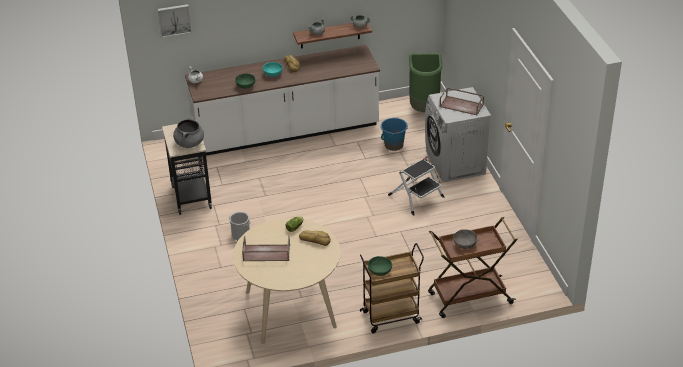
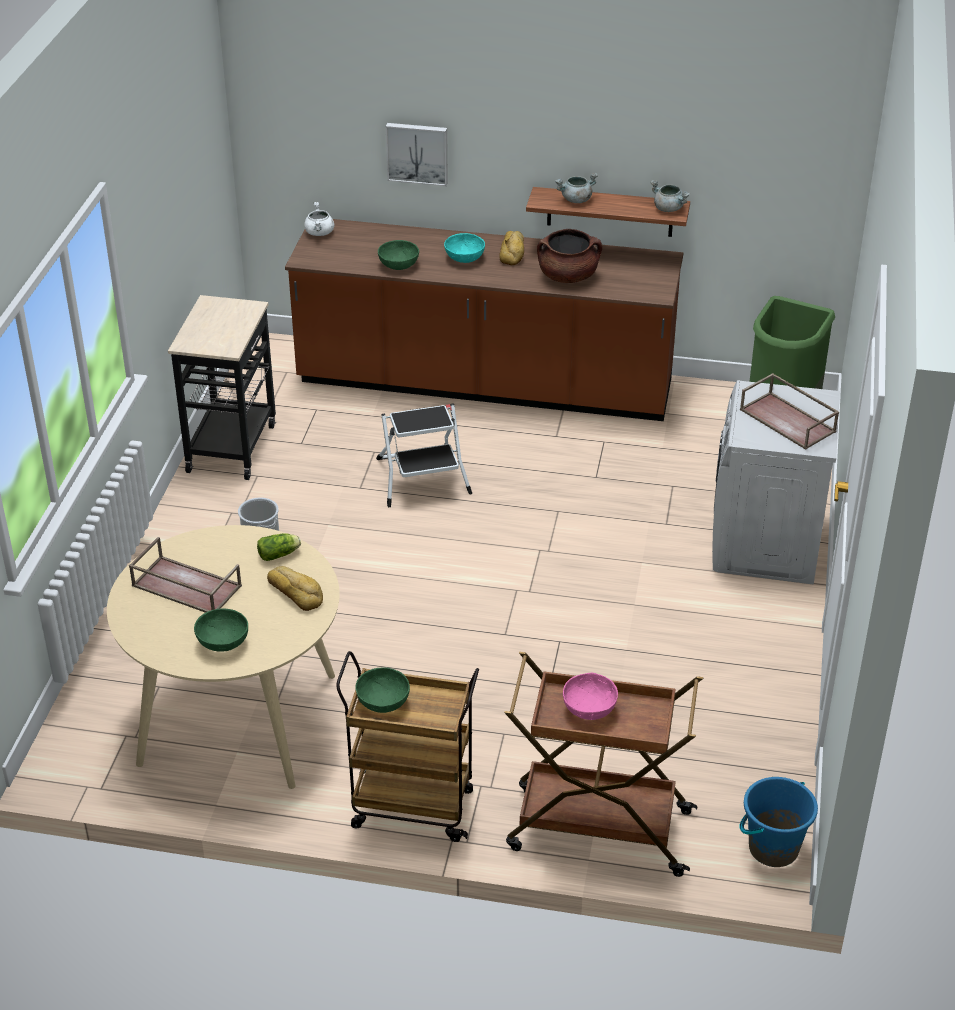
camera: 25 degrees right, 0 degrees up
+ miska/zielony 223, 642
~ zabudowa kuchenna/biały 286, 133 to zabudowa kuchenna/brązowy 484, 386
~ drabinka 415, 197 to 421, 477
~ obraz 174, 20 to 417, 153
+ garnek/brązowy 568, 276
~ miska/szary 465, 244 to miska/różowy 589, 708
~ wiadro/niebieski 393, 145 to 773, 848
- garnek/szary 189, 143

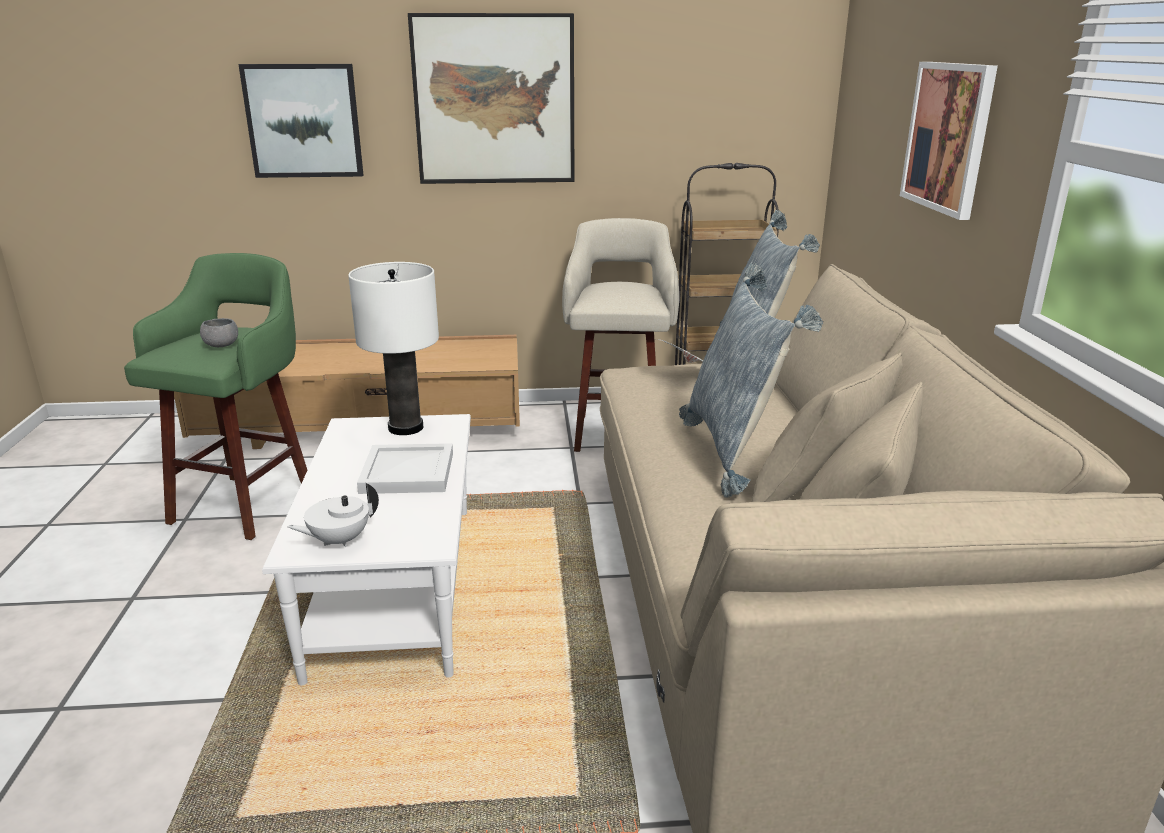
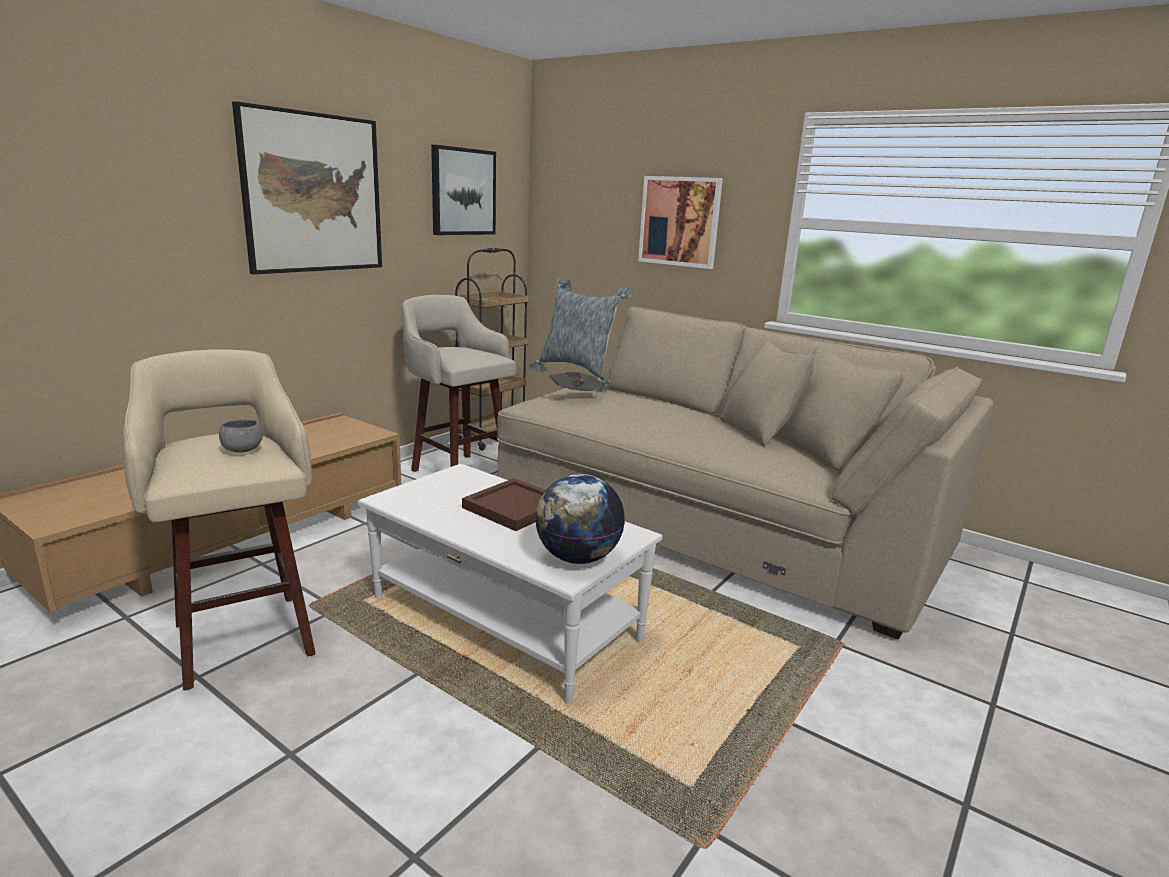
camera: 50 degrees left, 5 degrees down
~ stołek/zielony 247, 504 to stołek/beżowy 243, 635
~ obraz 304, 121 to 463, 192
~ taca/biały 409, 473 to taca/brązowy 516, 507
~ imbryk/biały 339, 540 to globus 577, 558
- lampa stołowa/biały 406, 427
- poduszka 736, 459

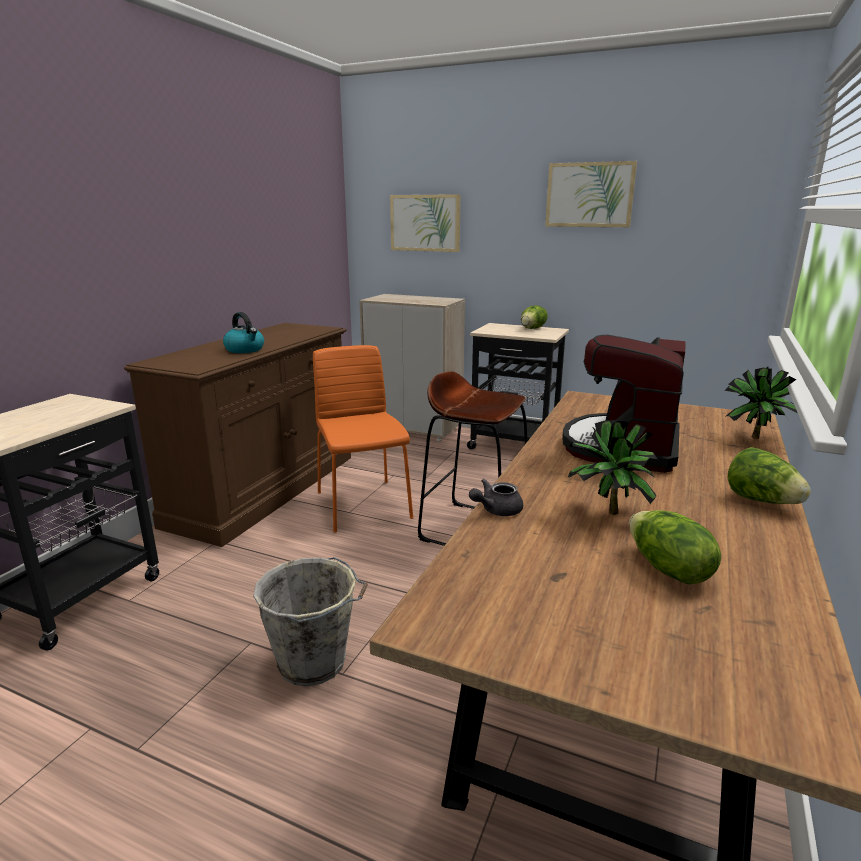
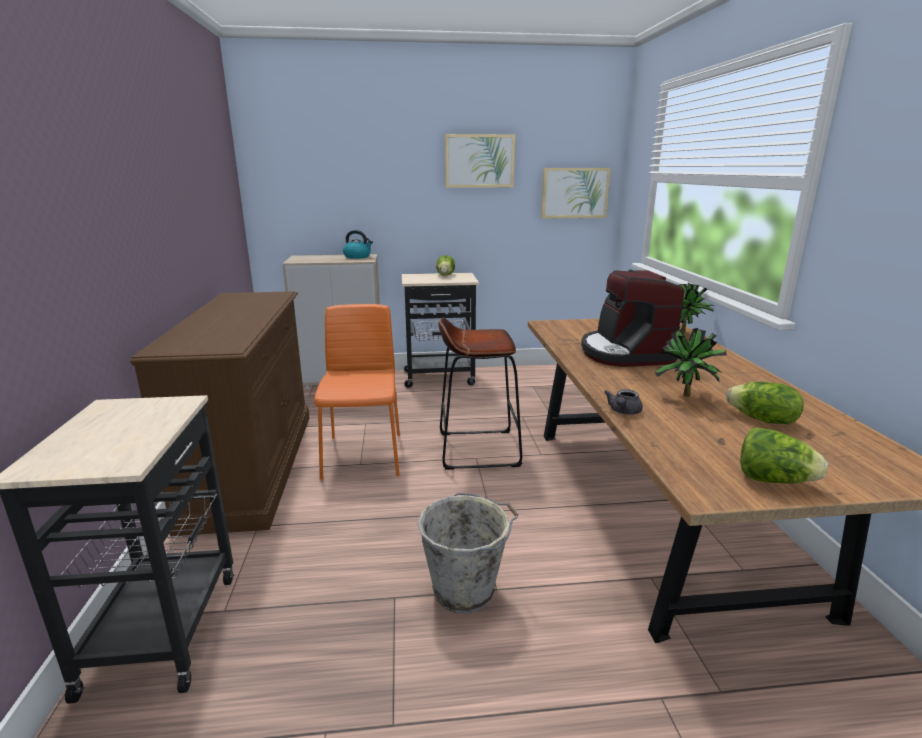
camera: 30 degrees left, 0 degrees up
~ krzesło/pomarańczowy 361, 503 = 363, 453 45 degrees clockwise
~ czajnik 245, 350 to 358, 256
~ obraz 425, 223 to 574, 193
~ sałata 762, 501 to 773, 480

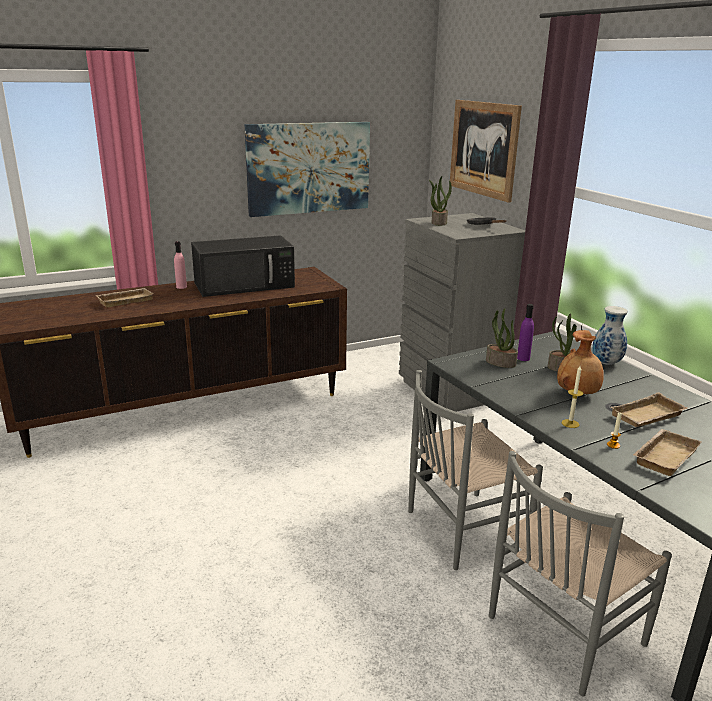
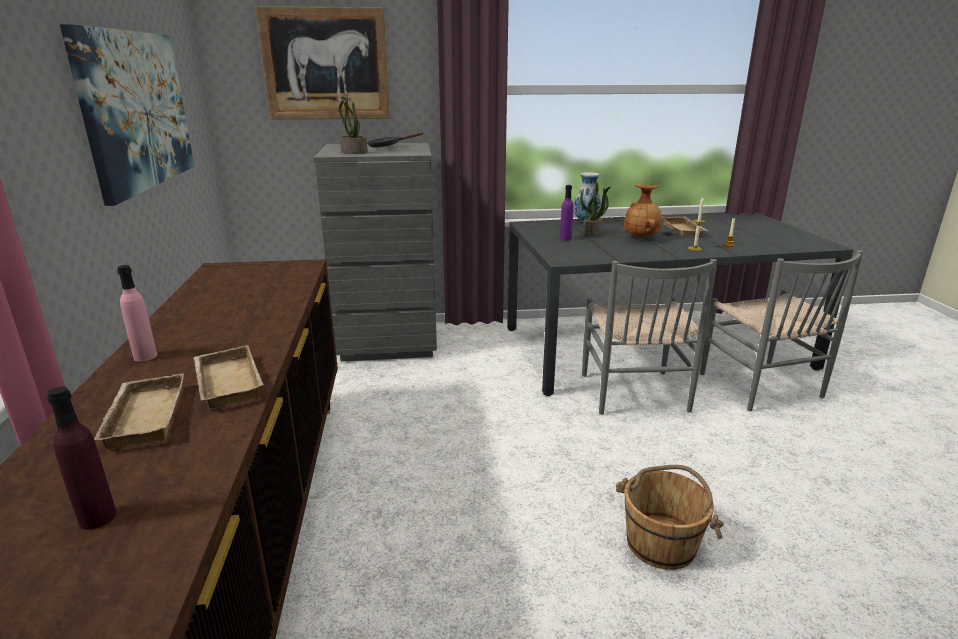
camera: 70 degrees left, 0 degrees up
+ butelka/fioletowy 97, 517
~ taca/beżowy 664, 455 to 225, 383
+ wiadro/brązowy 661, 543
- mikrofalówka/czarny 245, 284
- roślina doniczkowa 500, 363

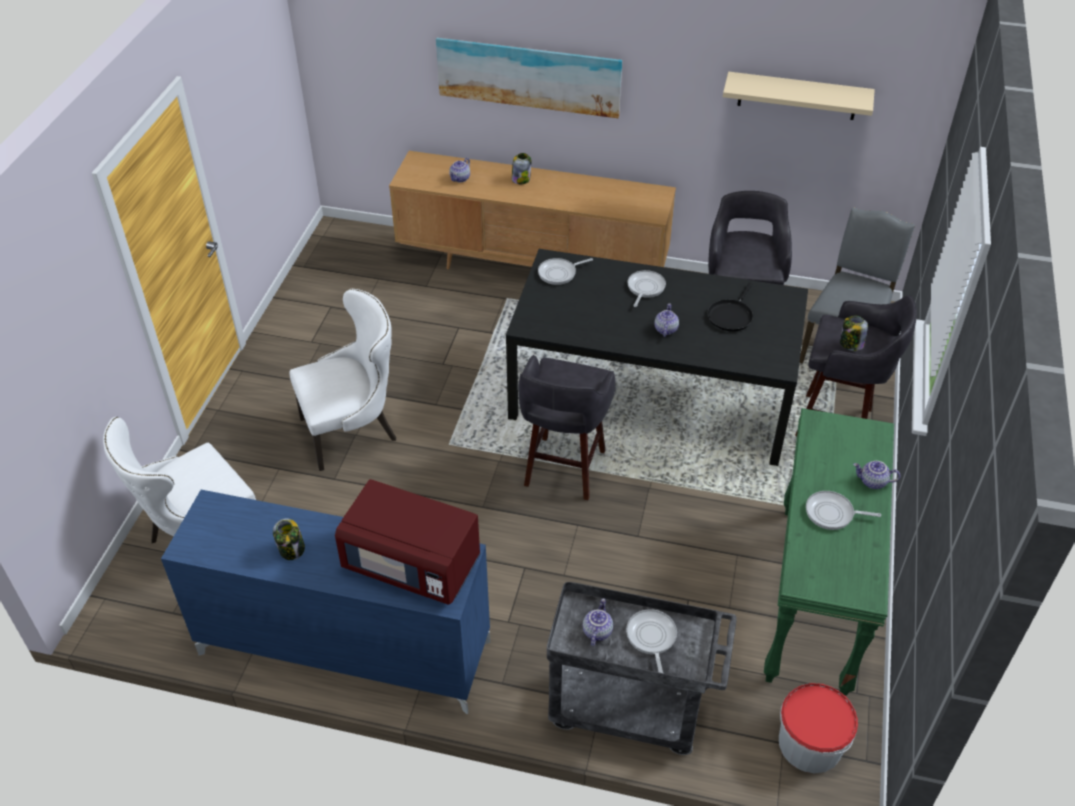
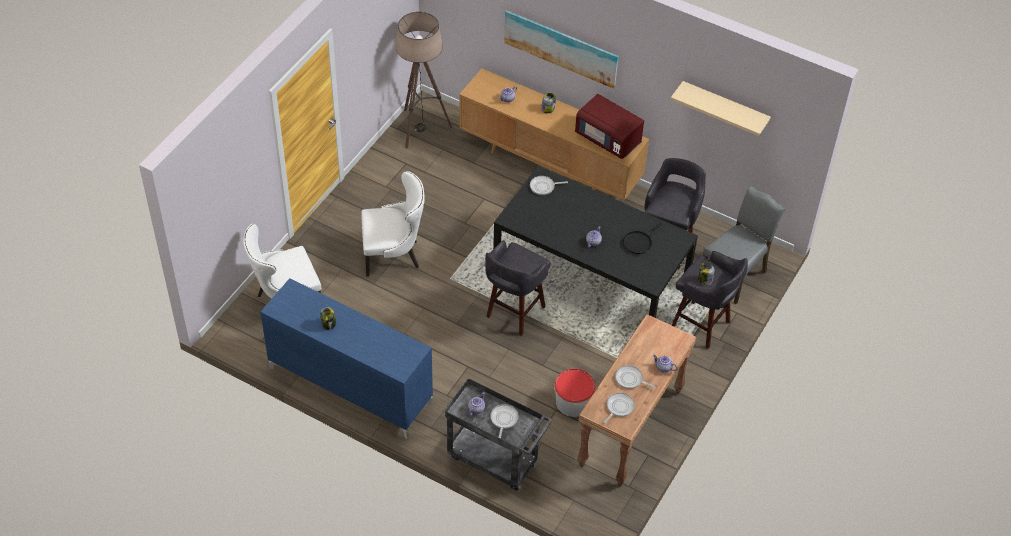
camera: 15 degrees right, 5 degrees up
+ lampa stojąca 421, 128
~ wiadro 810, 744 to 573, 402
~ mikrofalówka/czerwony 412, 564 to 608, 139
~ stolik konsolowy/zielony 814, 599 to stolik konsolowy/brązowy 631, 429
~ patelnia 645, 288 to 619, 407

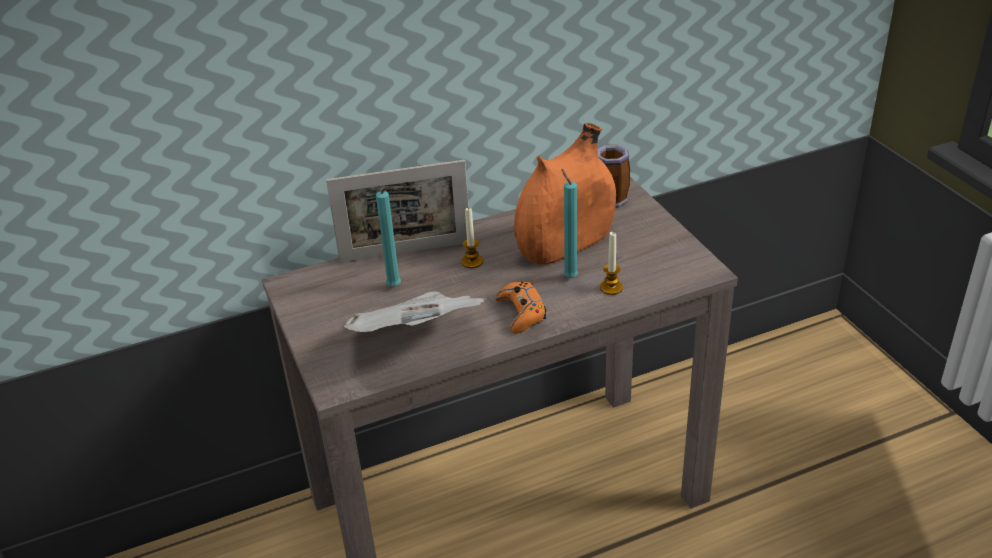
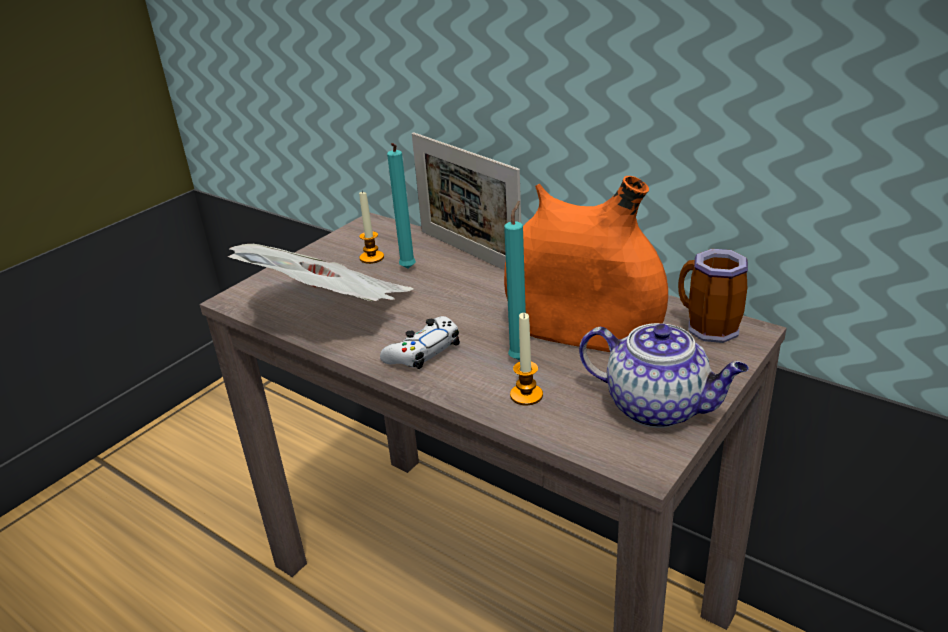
camera: 60 degrees right, 5 degrees down
~ świeca 472, 262 to 372, 258
~ pad do gier/pomarańczowy 521, 313 to pad do gier/biały 423, 352
+ imbryk 658, 407

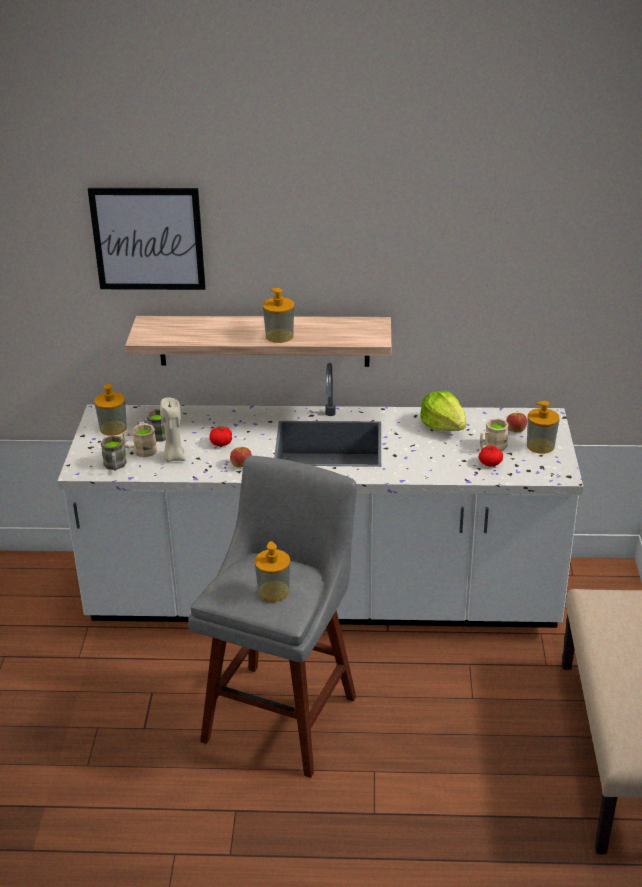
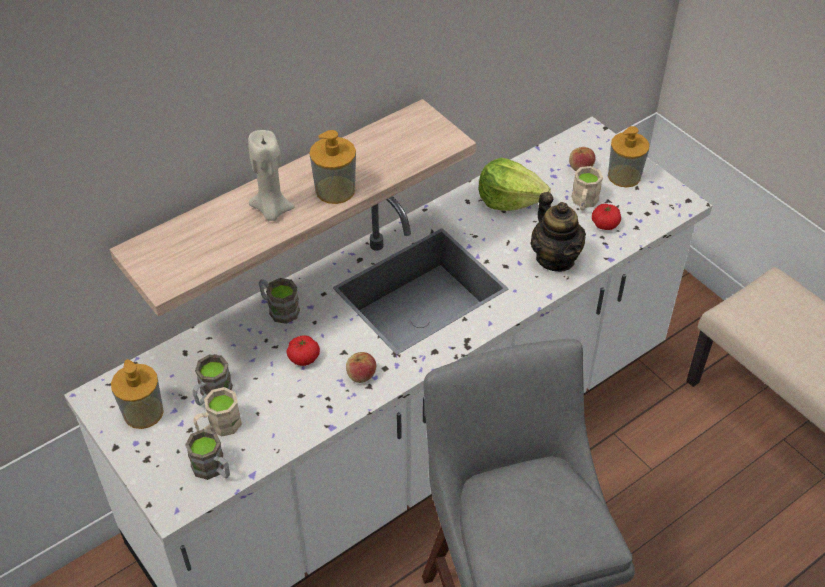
camera: 40 degrees left, 15 degrees up
~ świeca/beżowy 174, 457 to 271, 211
+ kubek/brązowy 279, 309
+ imbryk 555, 258
- obraz 148, 239
- dozownik mydła 273, 591

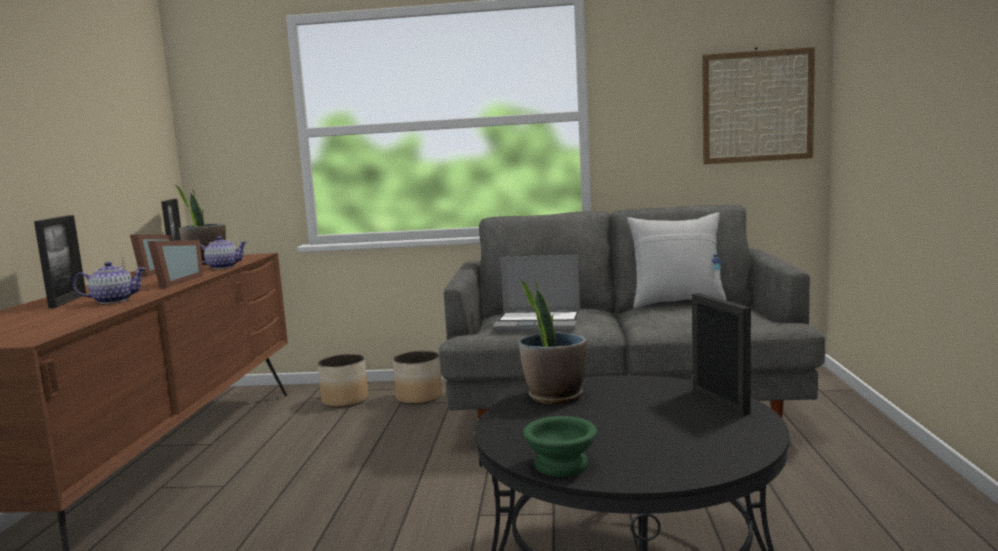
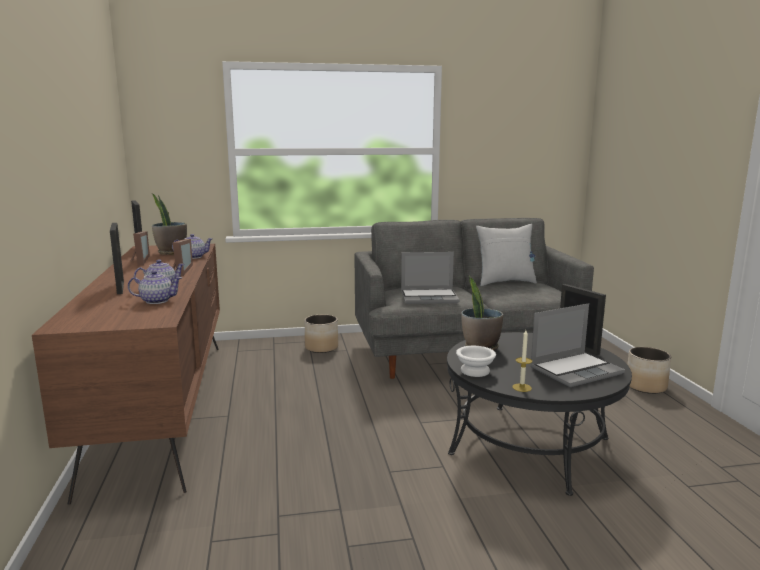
camera: 15 degrees left, 5 degrees up
+ imbryk 156, 301
+ miska/biały 475, 370
~ miska/zielony 559, 464 to świeca 522, 387
+ laptop 576, 370
~ donica 345, 400 to 646, 386
- obraz 757, 104

